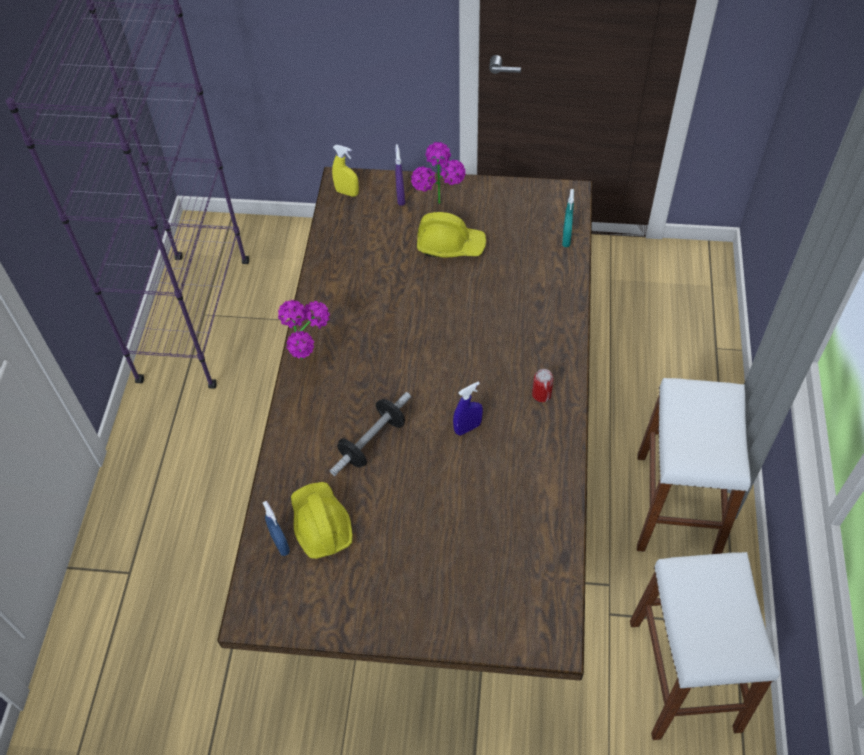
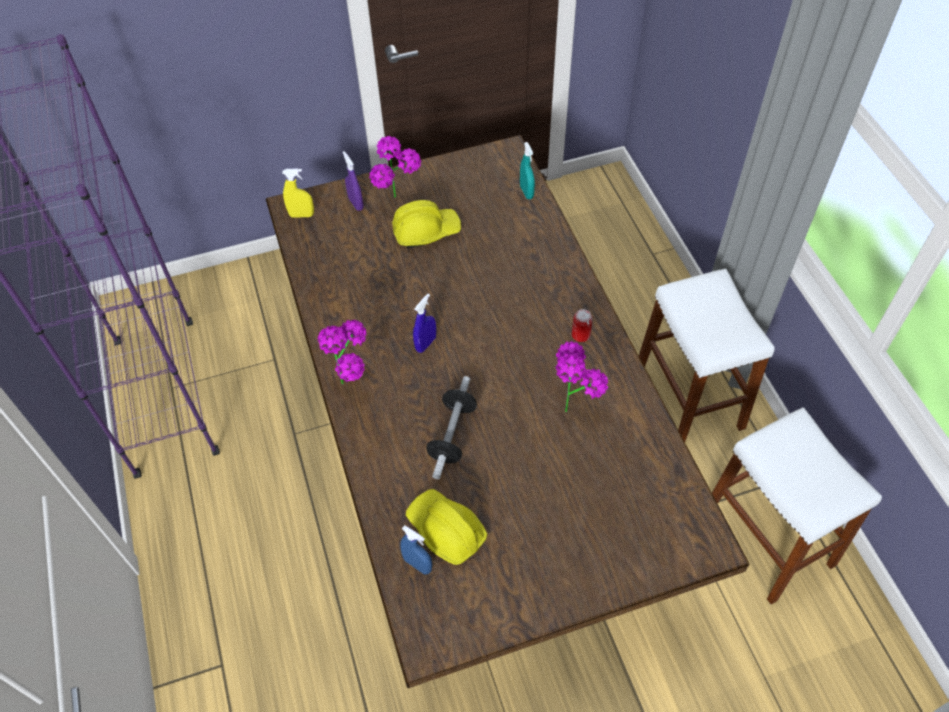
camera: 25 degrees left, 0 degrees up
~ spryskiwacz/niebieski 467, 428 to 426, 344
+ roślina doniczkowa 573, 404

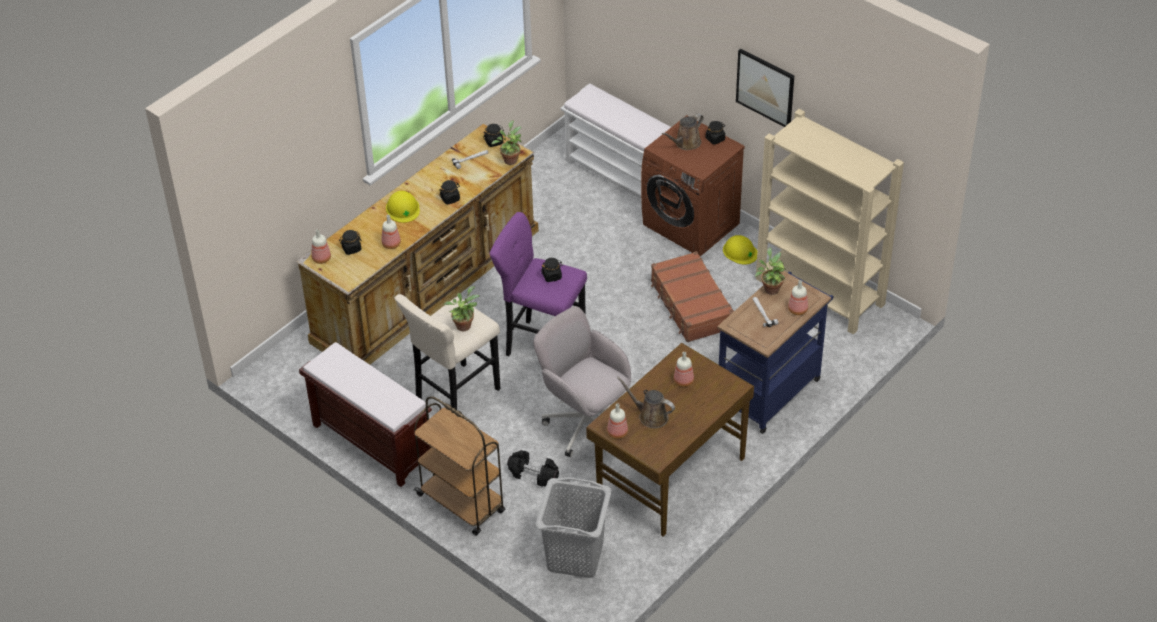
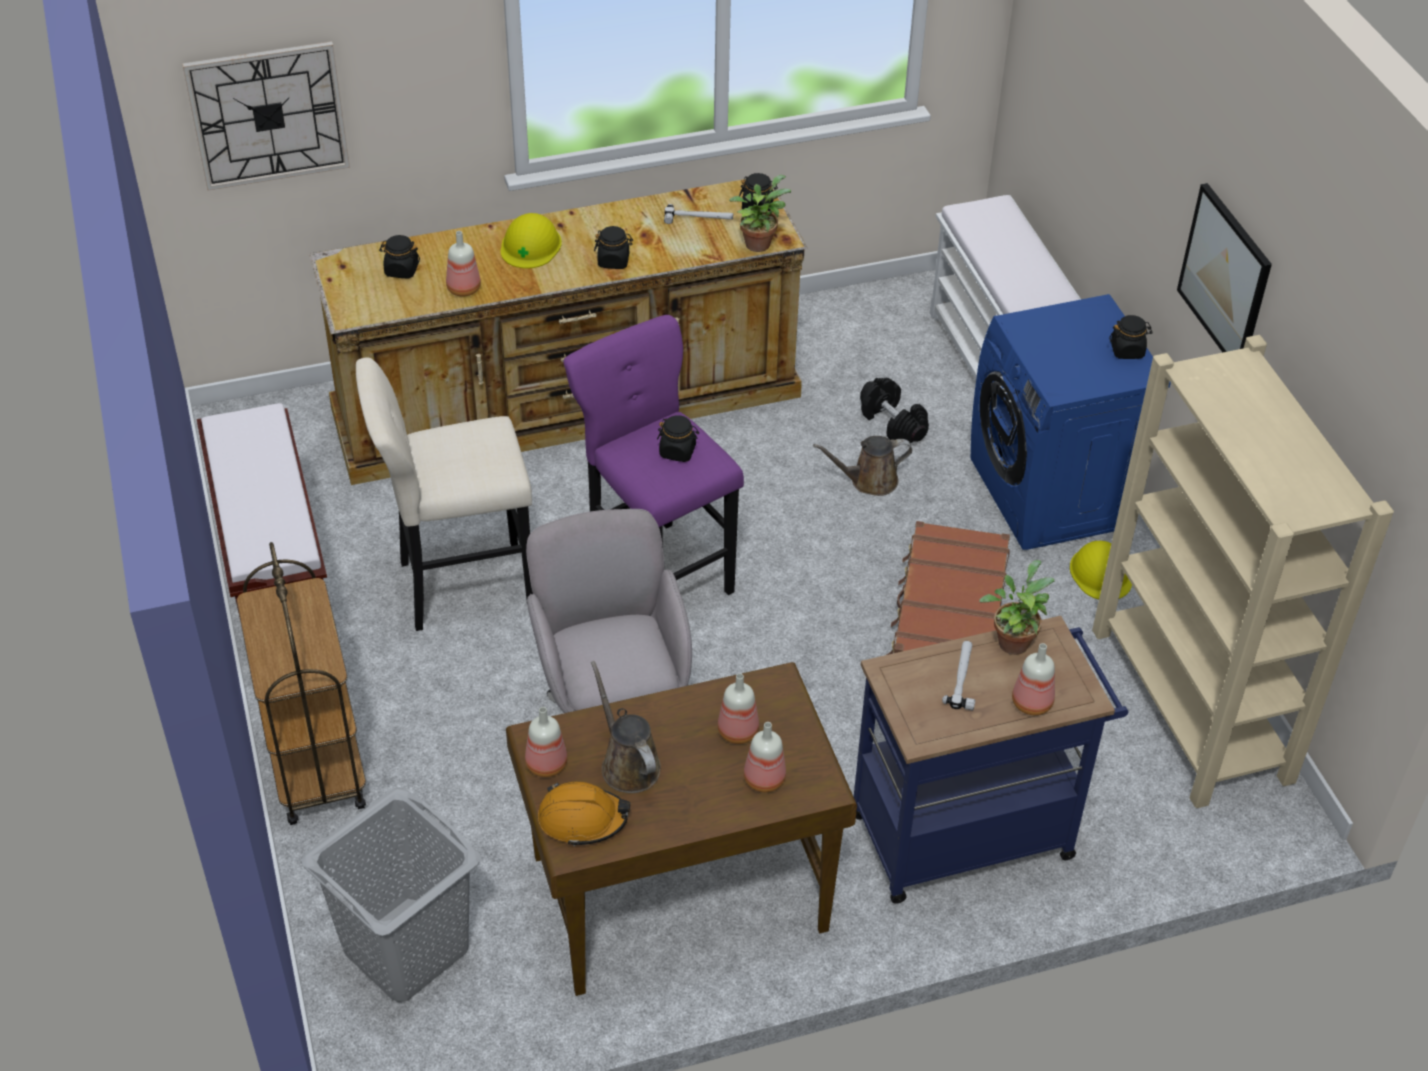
camera: 30 degrees right, 0 degrees up
+ zegar ścienny 268, 115
+ kask/pomarańczowy 582, 819
~ butelka 321, 259 to 763, 780
~ konewka/brązowy 686, 143 to 869, 481
~ hantel/czarny 533, 474 to 892, 423
~ pralka/brązowy 691, 226 to pralka/niebieski 1050, 495
- roślina doniczkowa 463, 324

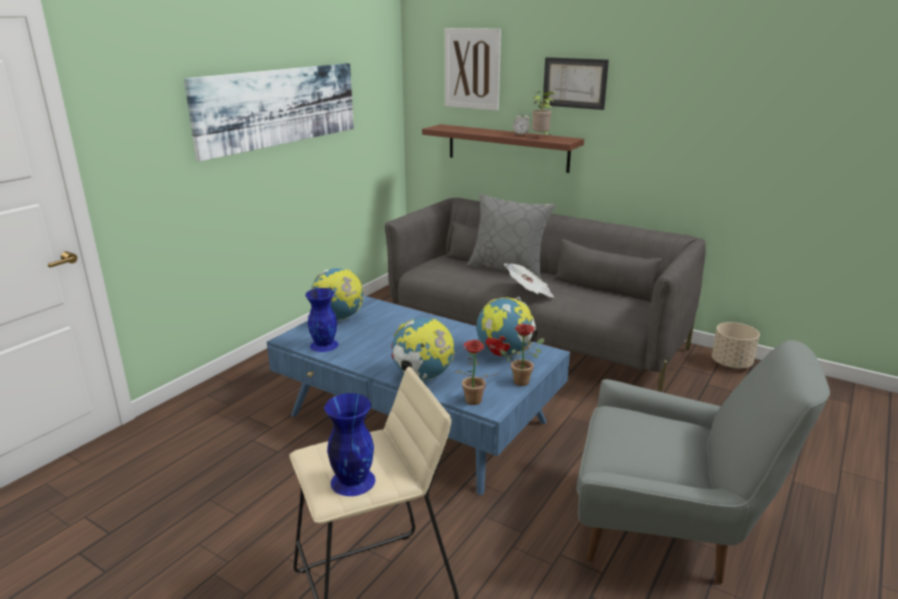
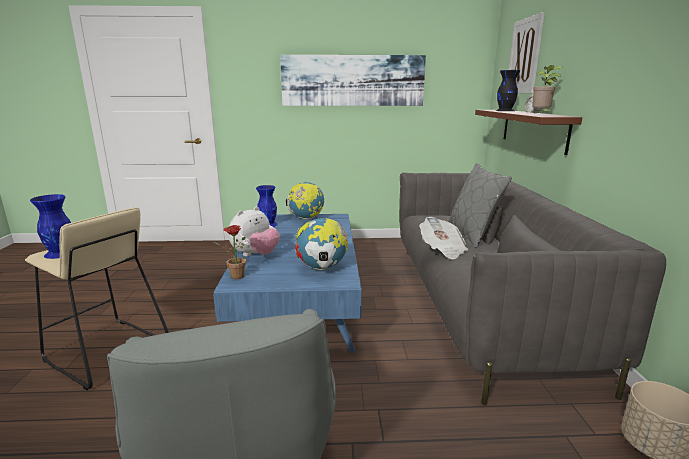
camera: 55 degrees right, 5 degrees down
~ globus 423, 377 to pluszak 255, 255
+ wazon/czarny 505, 110
- roślina doniczkowa 523, 380
- obraz 574, 83

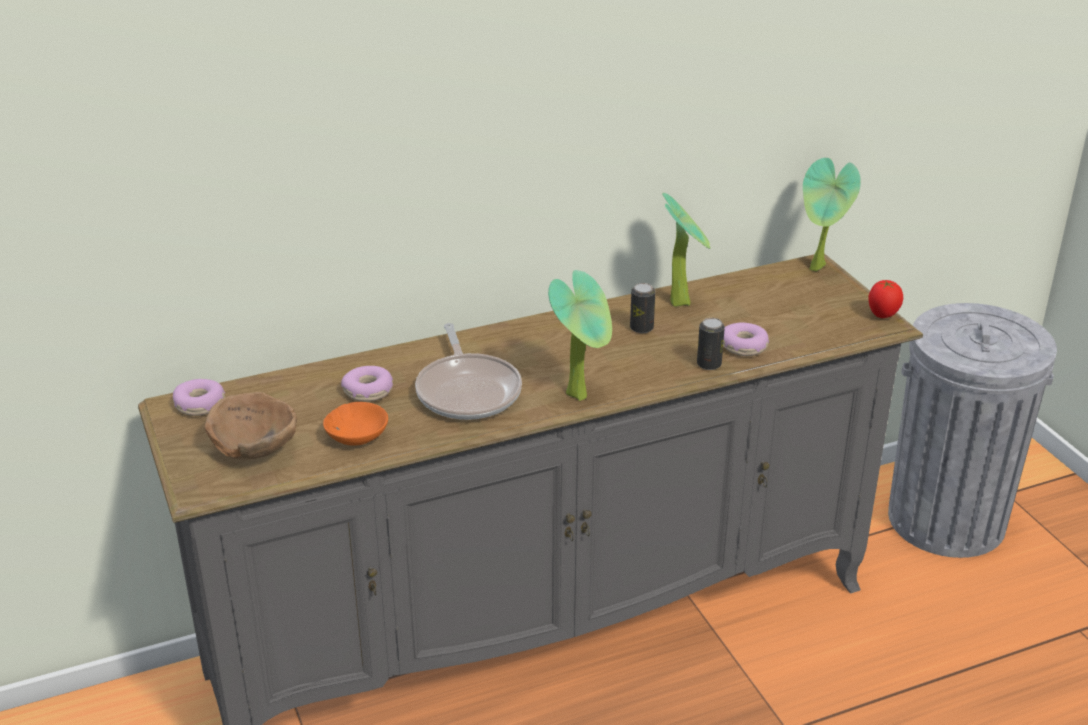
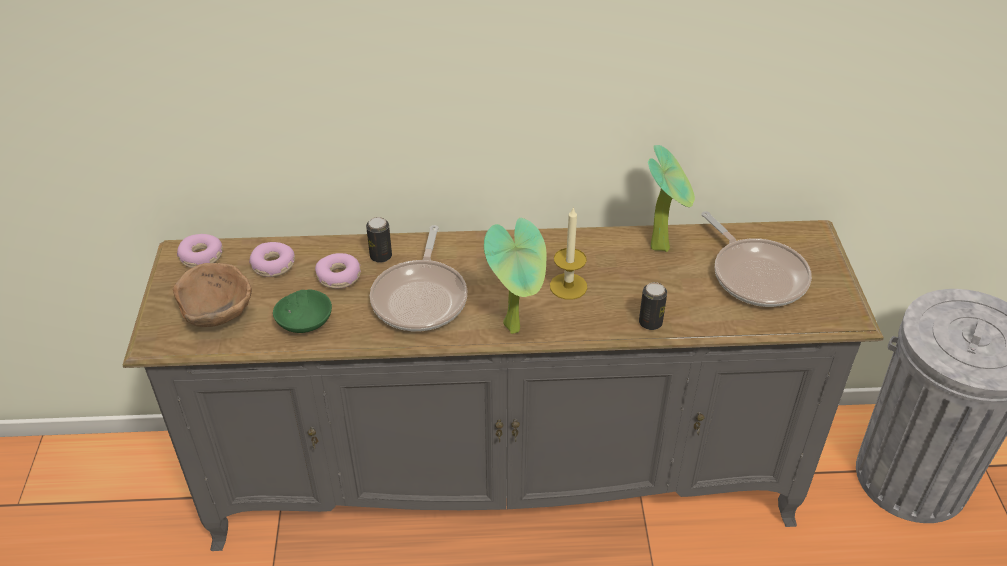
camera: 20 degrees right, 10 degrees up
~ donut 744, 347 to 273, 265
~ miska/pomarańczowy 358, 437 to miska/zielony 305, 323
~ puszka 641, 328 to 381, 256
+ świeca 568, 286
+ patelnia 756, 275
- roślina doniczkowa 819, 269
- pomidor 882, 315

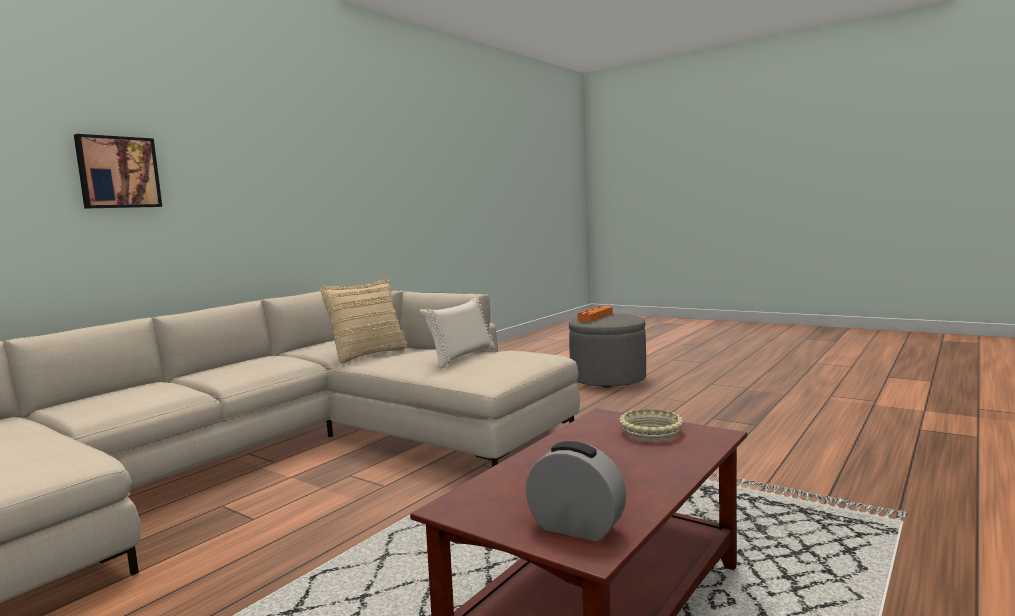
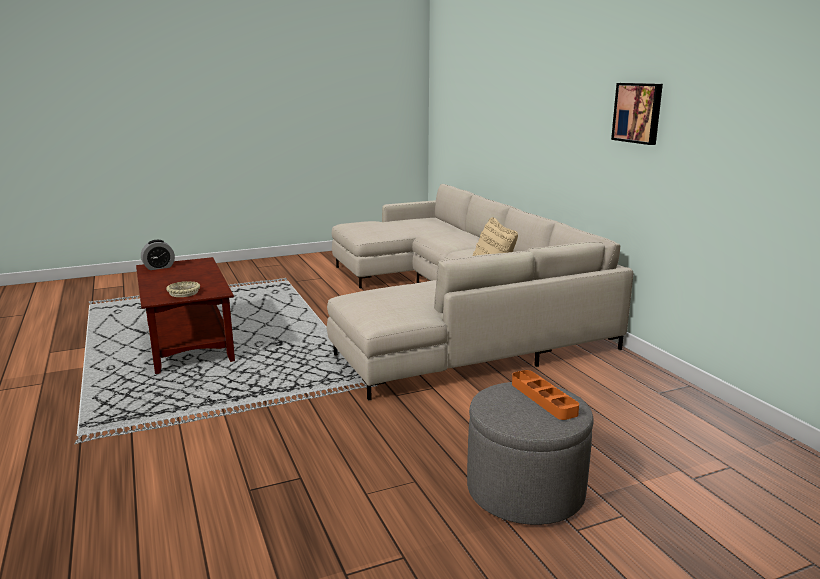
camera: 120 degrees right, 10 degrees up
~ obraz 118, 172 to 638, 113
- poduszka/biały 461, 357

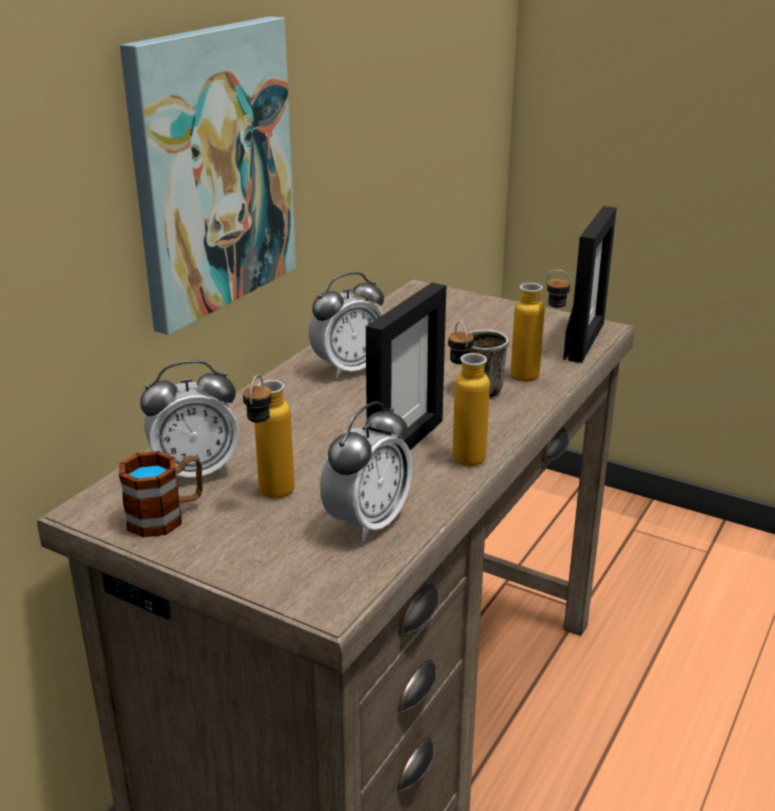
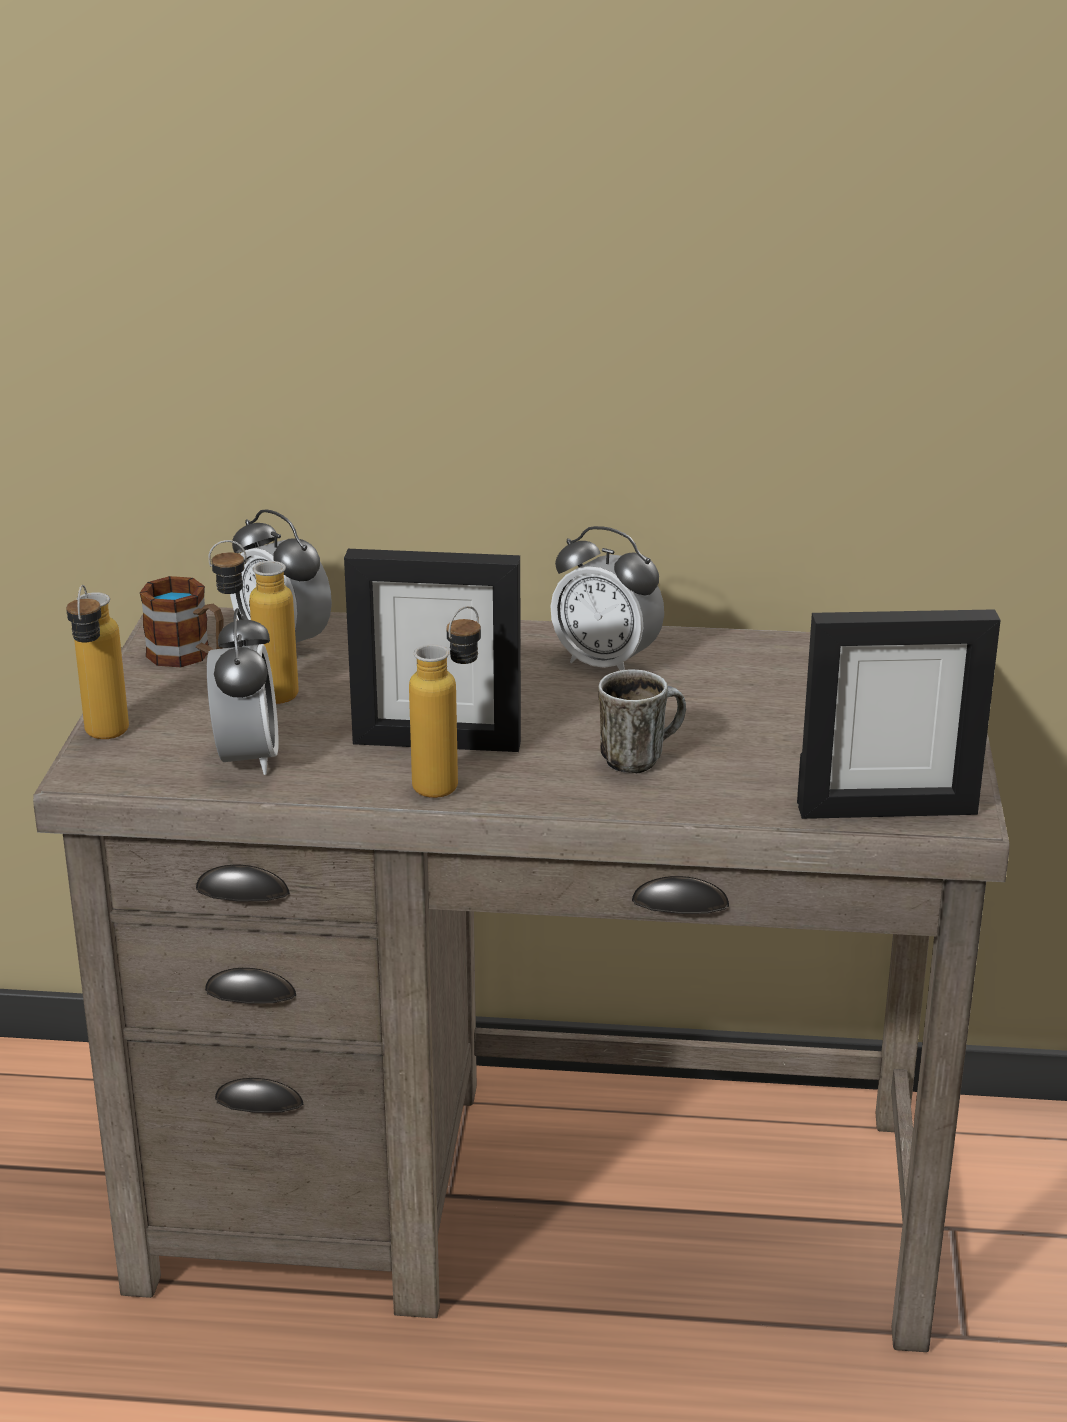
camera: 65 degrees right, 0 degrees up
~ butelka 536, 378 to 103, 739
~ budzik 367, 522 = 247, 759 105 degrees counterclockwise
- obraz 212, 170

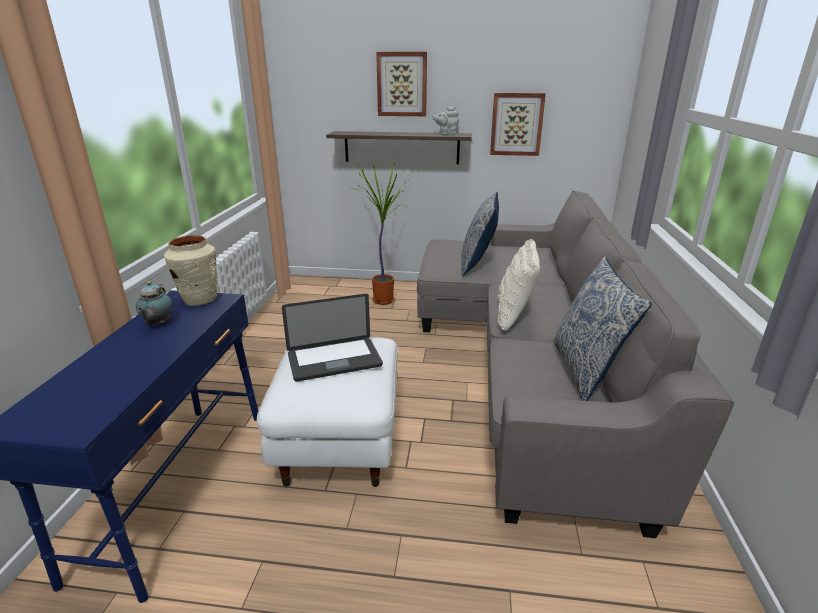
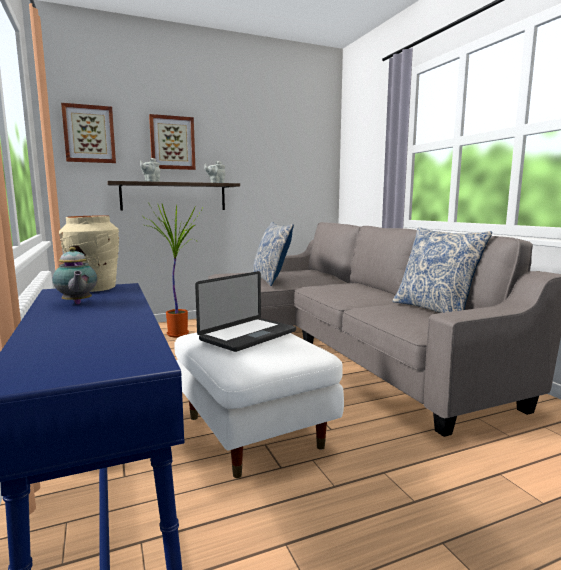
camera: 30 degrees left, 15 degrees down
~ obraz 516, 124 to 89, 134
+ imbryk/szary 151, 181
- poduszka/beżowy 514, 316

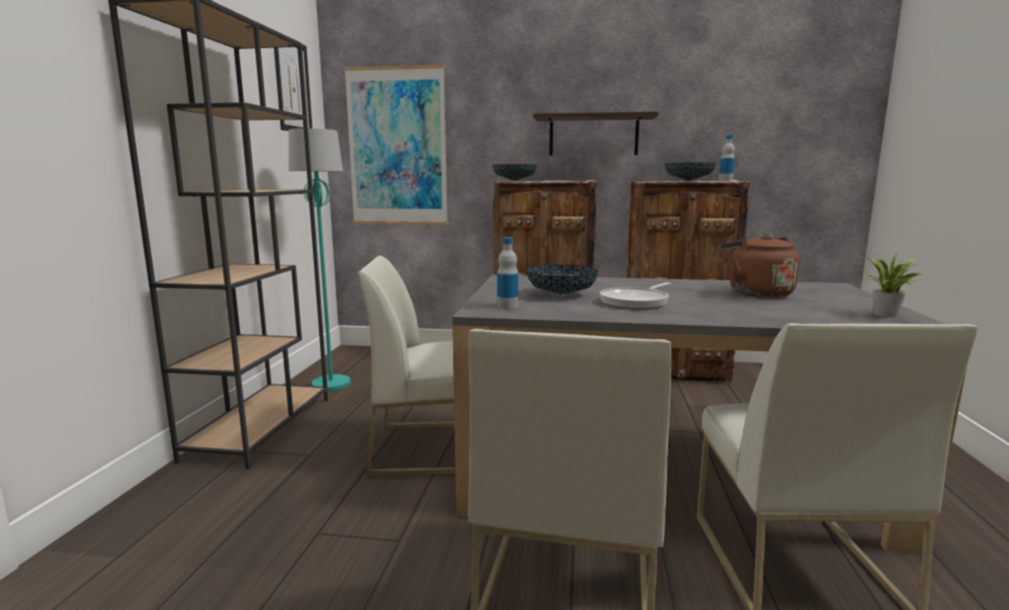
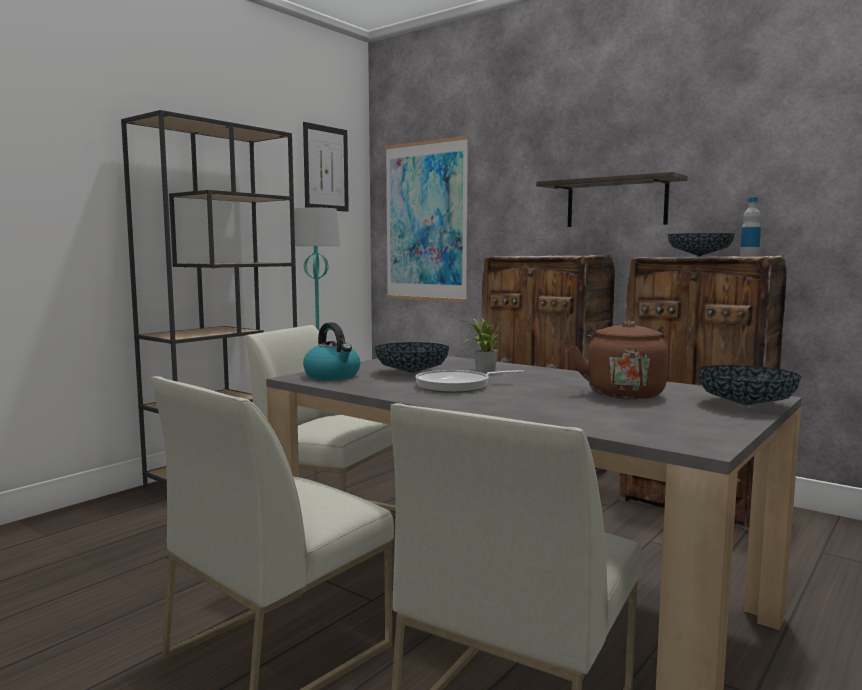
camera: 30 degrees right, 5 degrees down
~ butelka 507, 306 to czajnik 333, 376
~ roślina doniczkowa 885, 315 to 483, 371
~ miska 514, 180 to 745, 405

